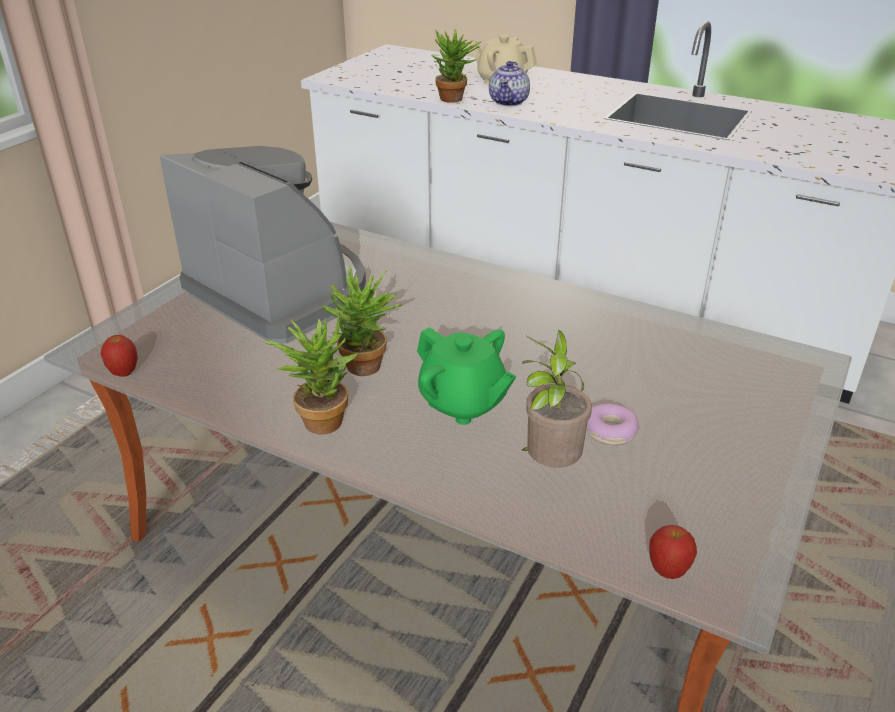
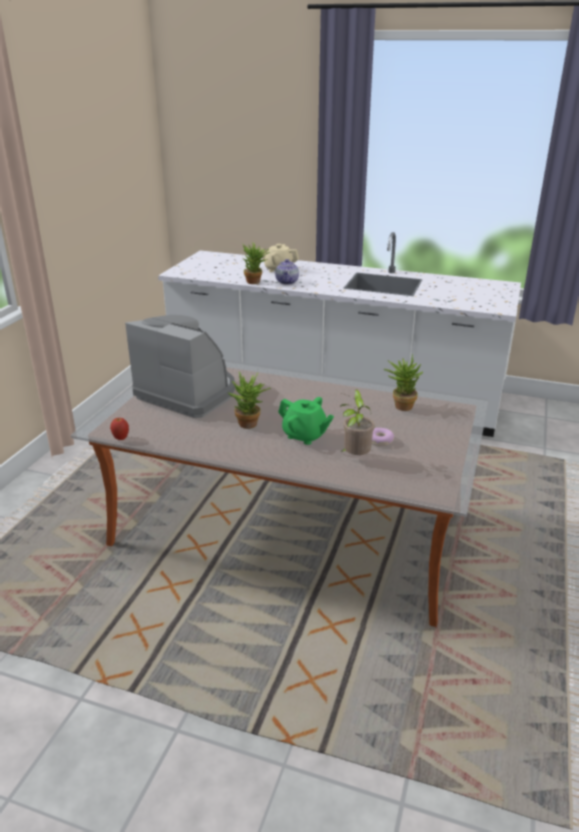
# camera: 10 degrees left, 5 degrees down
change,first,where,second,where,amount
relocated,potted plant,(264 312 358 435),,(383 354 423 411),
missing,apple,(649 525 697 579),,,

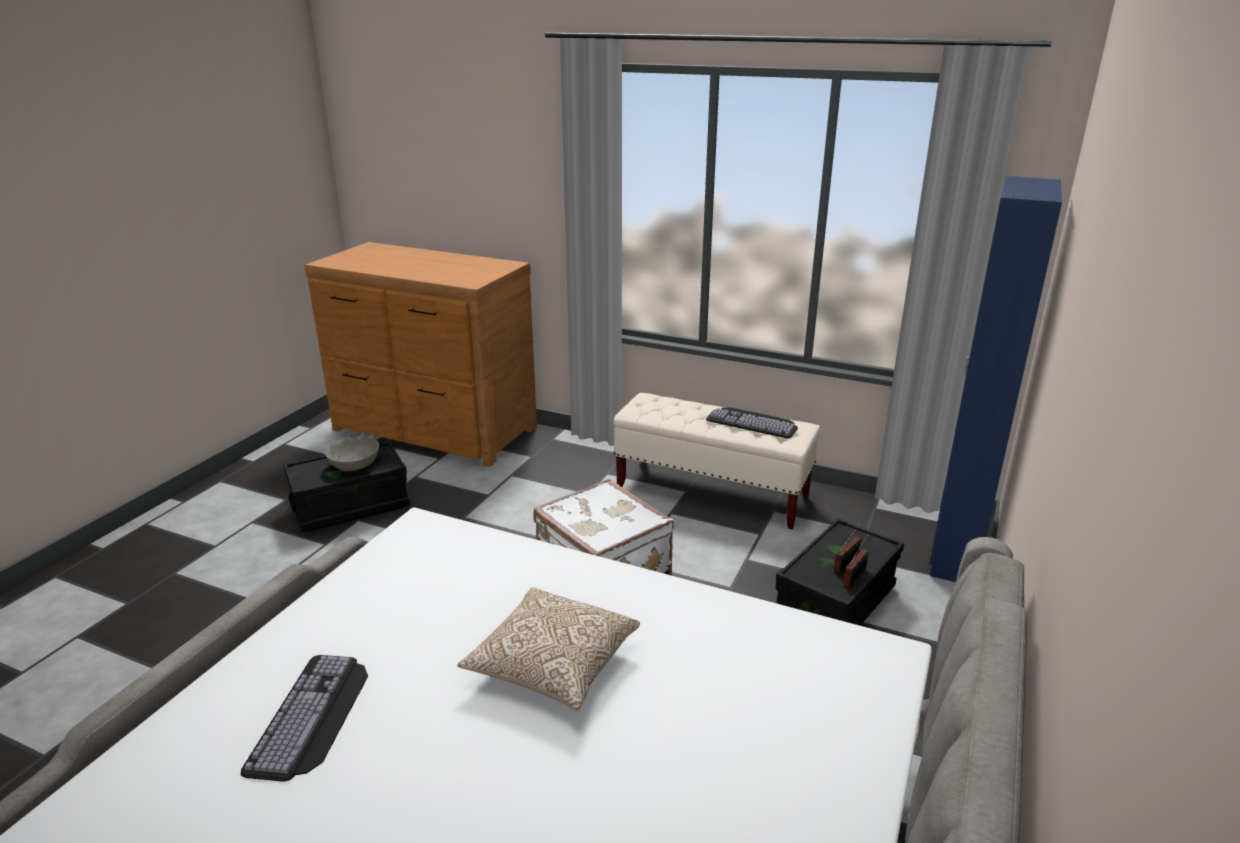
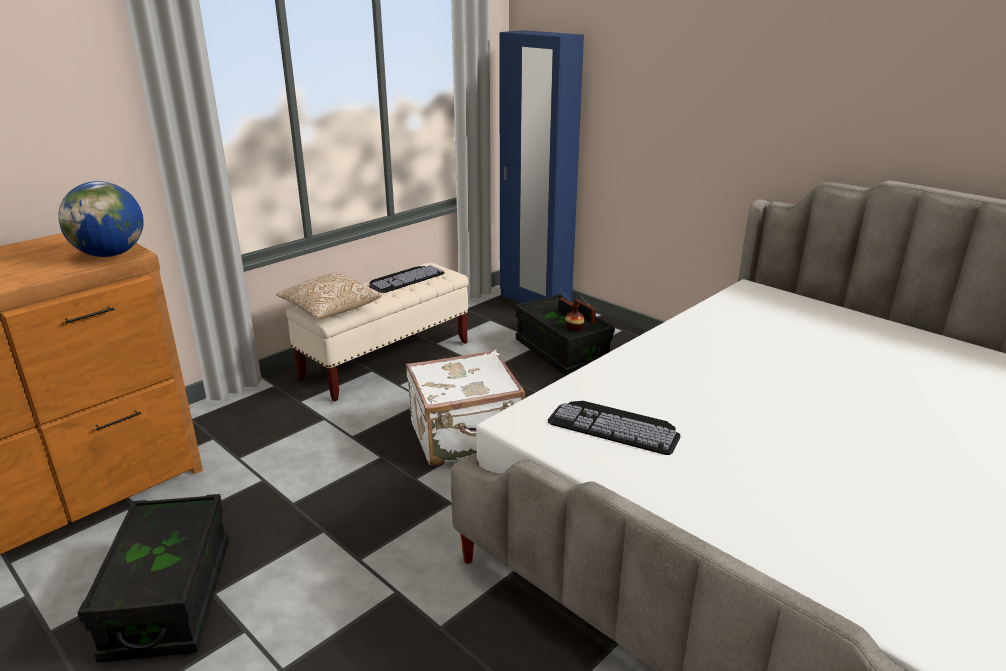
# camera: 70 degrees left, 0 degrees up
change,first,where,second,where,amount
relocated,keyboard,(241 655 368 782),,(548 401 681 455),
missing,bowl (grey),(325 436 379 471),,,
relocated,pillow,(457 587 640 711),,(276 273 382 319),
appeared,,,globe,(58 181 144 257),
appeared,,,vase,(565 302 585 331),

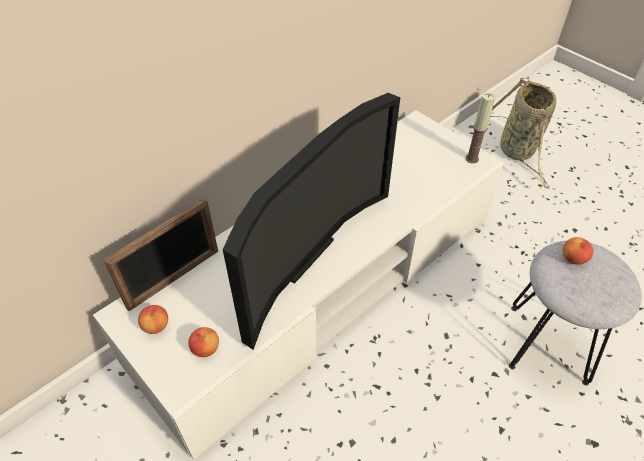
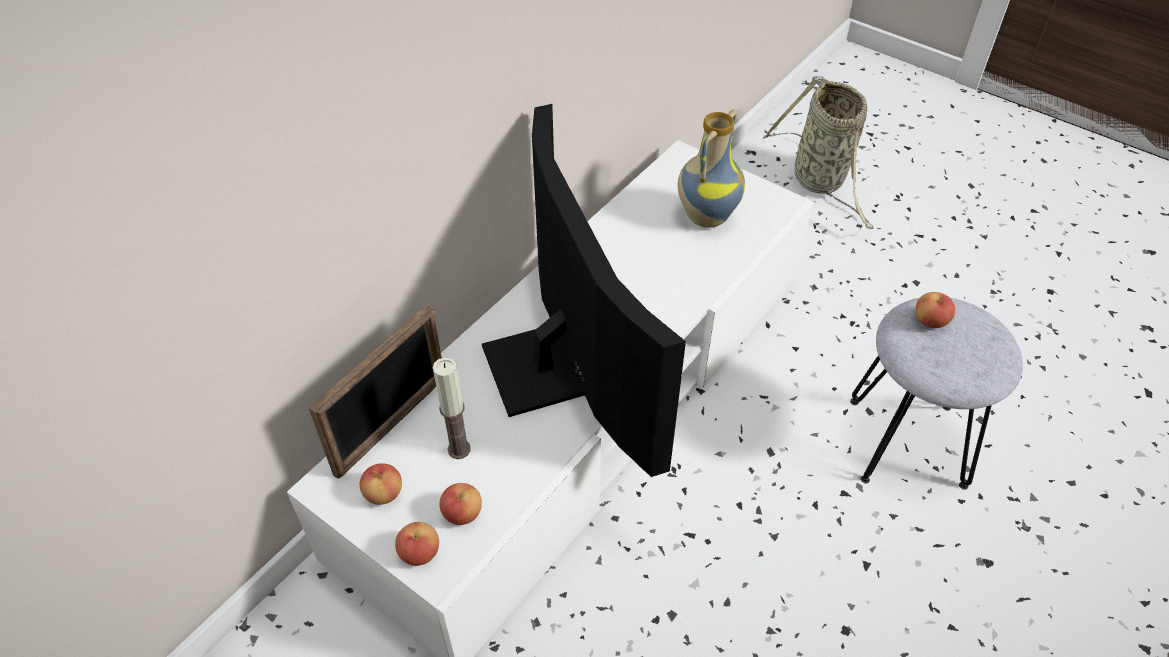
# camera: 10 degrees left, 0 degrees up
change,first,where,second,where,amount
spun,television,(223 93 400 350),,(482 104 686 477),45 degrees counterclockwise
relocated,candle,(465 93 495 163),,(433 358 471 459),
appeared,,,apple,(395 522 439 566),
appeared,,,vase,(678 110 745 228),

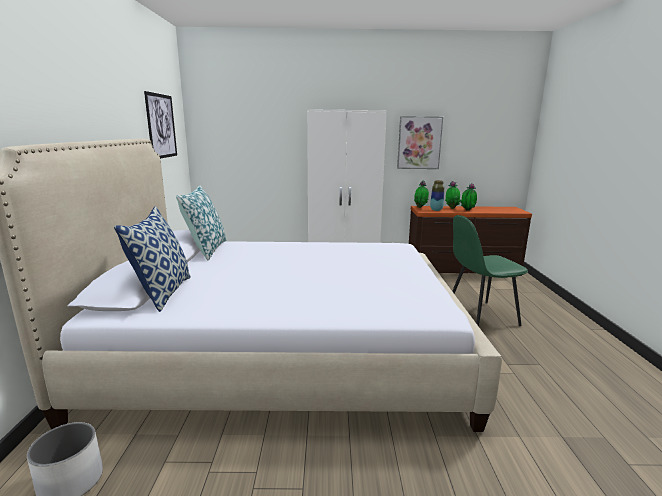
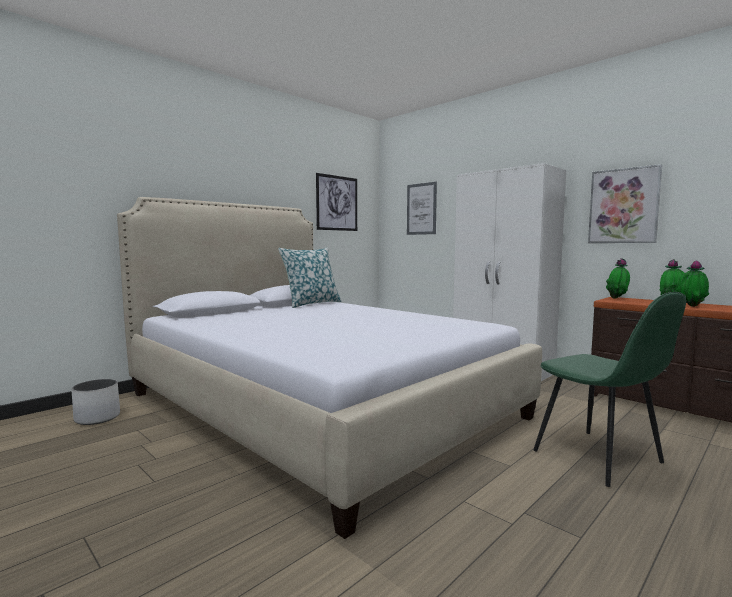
# camera: 45 degrees right, 10 degrees down
change,first,where,second,where,amount
missing,pillow,(114 206 191 312),,,
missing,vase,(430 180 444 211),,,
spun,chair (green),(452 215 528 326),,(533 292 686 487),150 degrees counterclockwise
appeared,,,picture,(407 182 437 235),

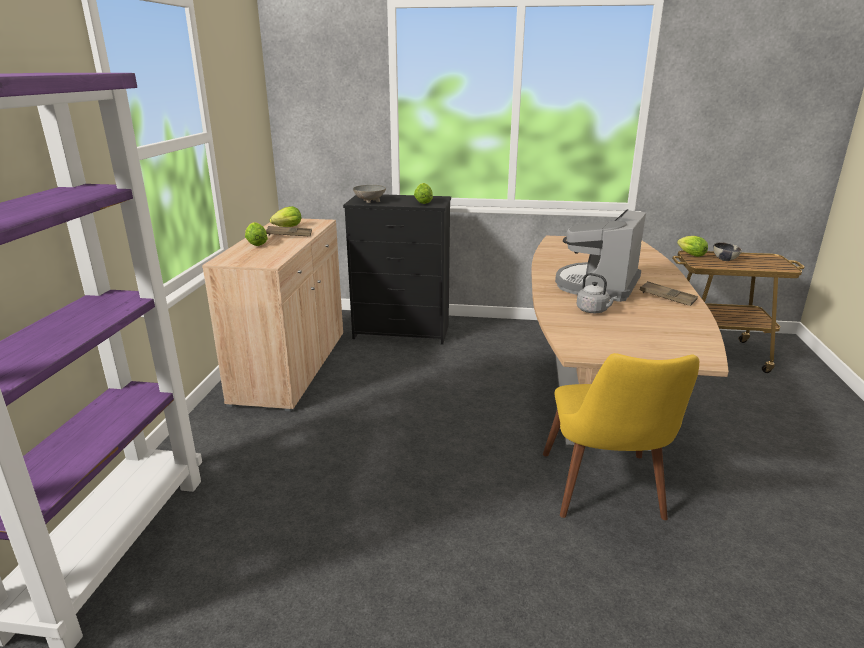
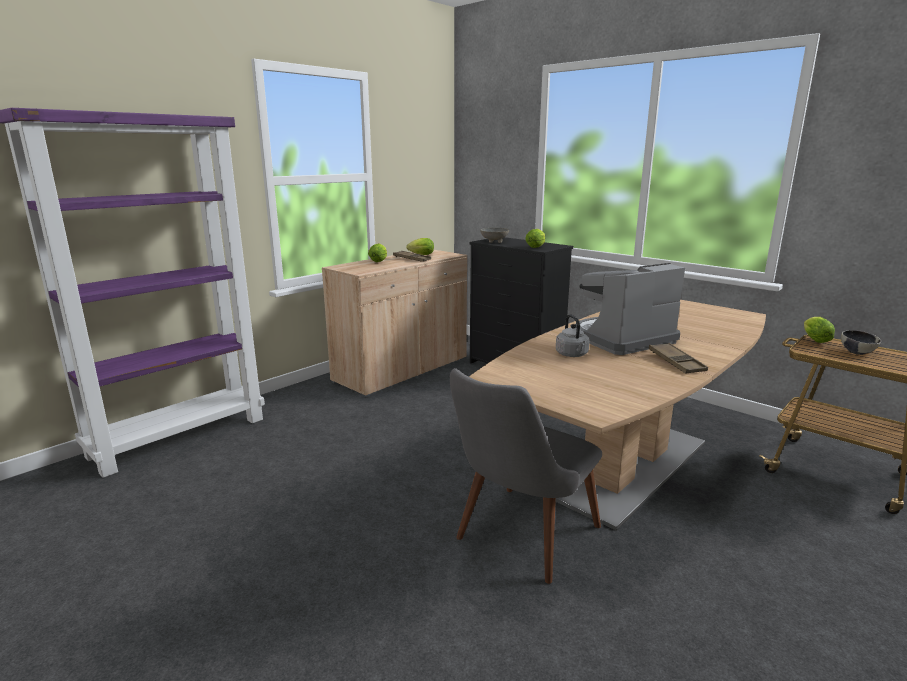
# camera: 35 degrees right, 5 degrees down
change,first,where,second,where,amount
colour,chair (yellow),(543 353 699 520),chair (grey),(450 368 602 584),

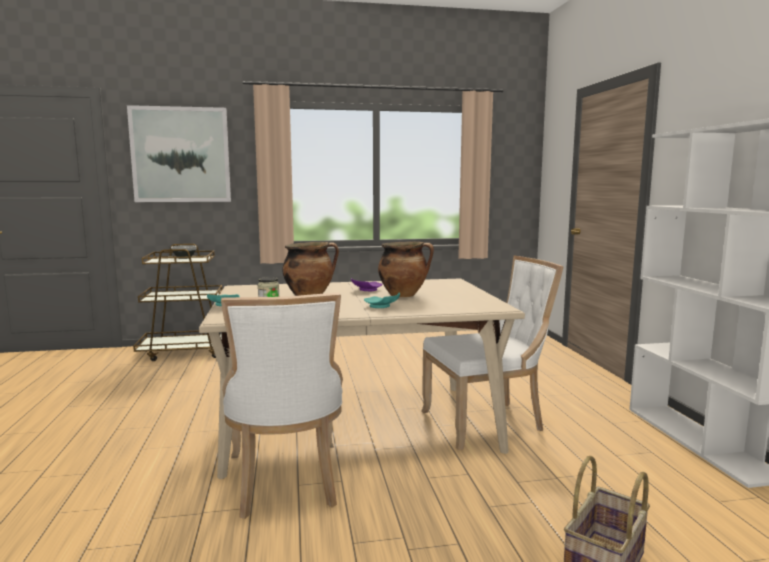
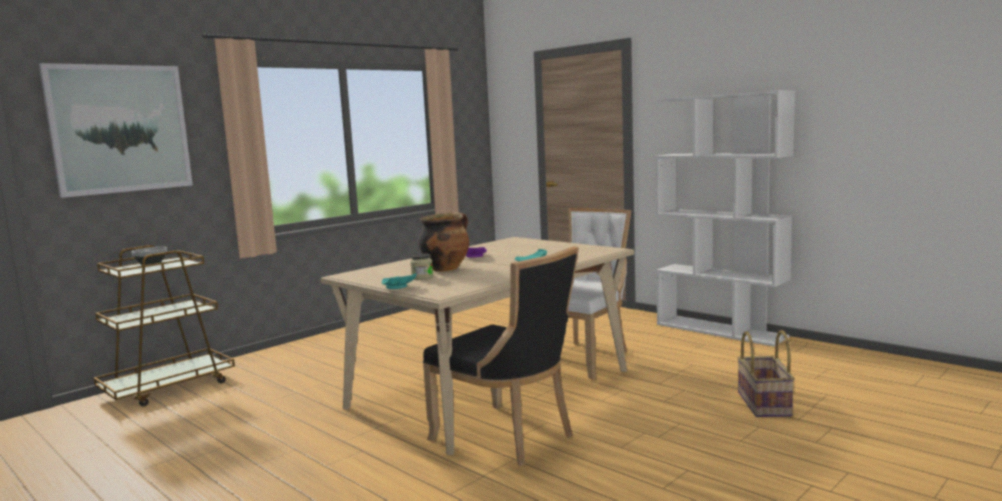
# camera: 35 degrees left, 0 degrees up
change,first,where,second,where,amount
colour,chair (white),(221 292 343 519),chair (black),(423 246 579 466),
missing,cooking pot,(378 241 434 297),,,

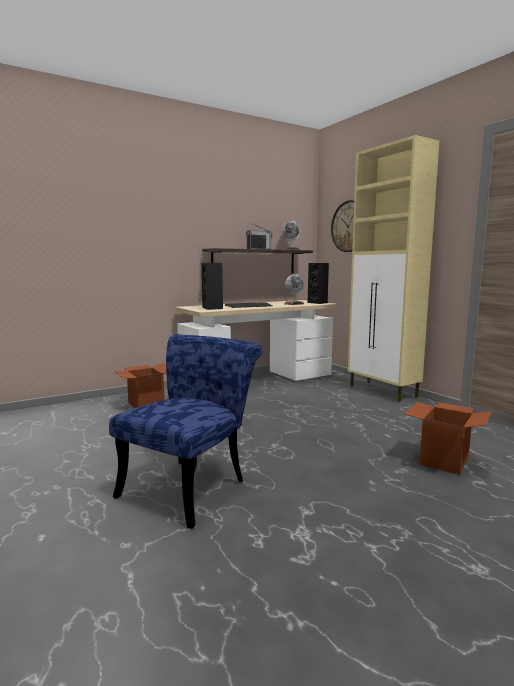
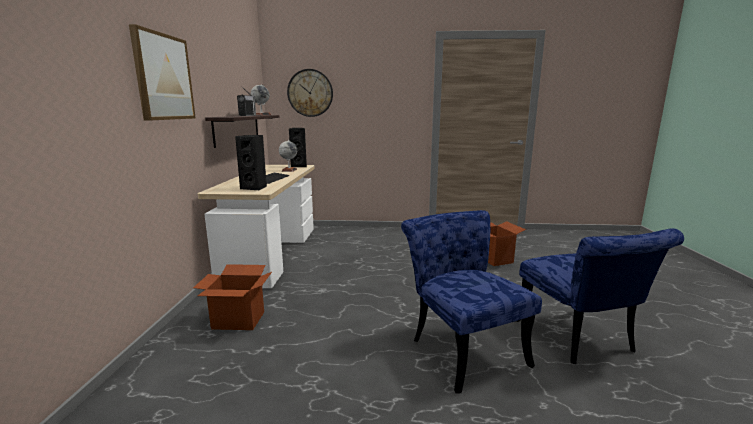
# camera: 55 degrees left, 5 degrees up
change,first,where,second,where,amount
missing,cabinet (beige),(348 135 439 402),,,
appeared,,,picture,(129 24 196 121),
appeared,,,chair (blue),(516 228 684 364),

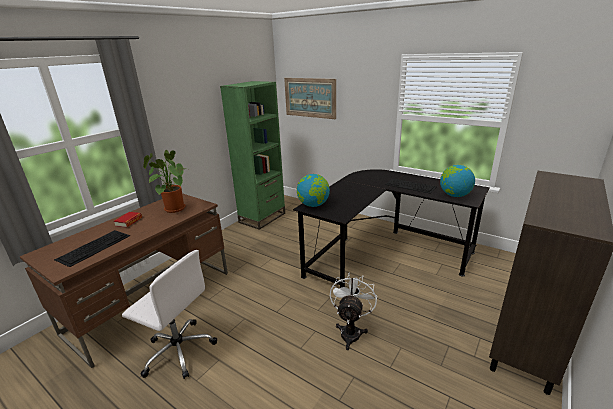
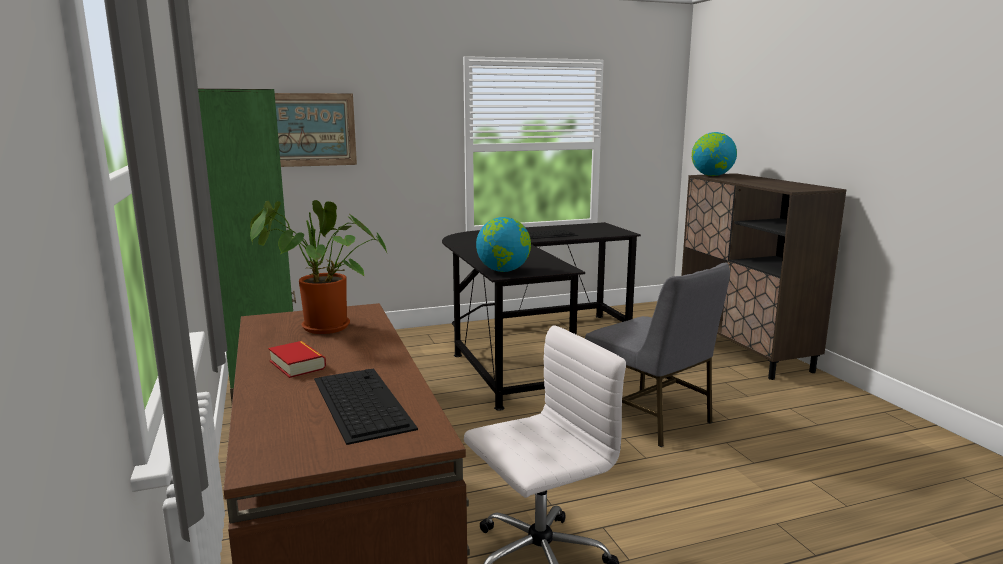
# camera: 55 degrees left, 10 degrees down
change,first,where,second,where,amount
exchanged,fan (white),(330 273 377 350),chair (grey),(585 263 730 447),
relocated,globe,(440 165 475 197),,(692 132 737 176),

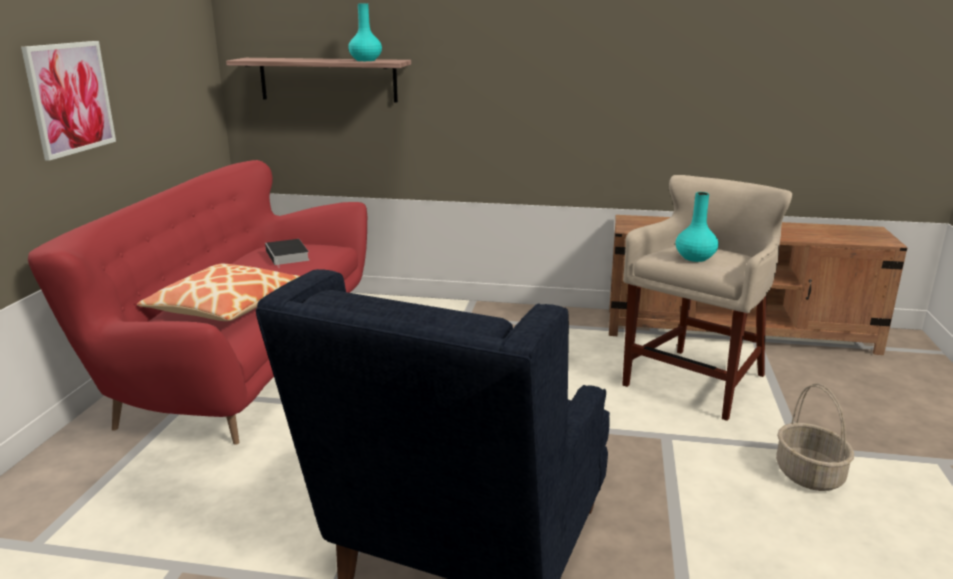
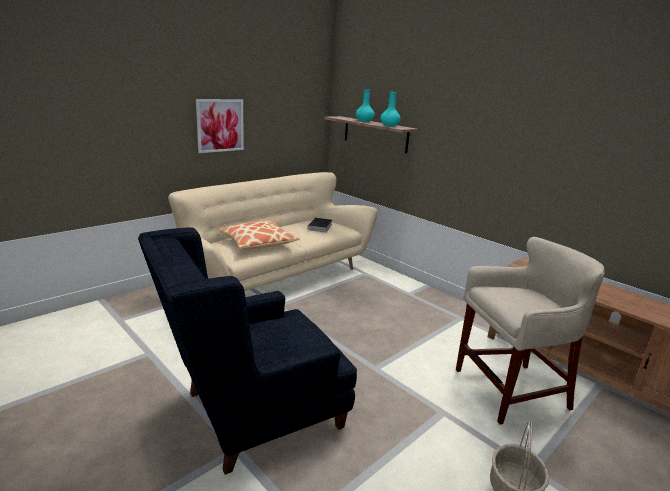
# camera: 35 degrees right, 0 degrees up
change,first,where,second,where,amount
colour,sofa (red),(28 160 367 445),sofa (beige),(168 172 377 291),
relocated,vase (turquoise),(675 192 718 262),,(356 89 375 122),

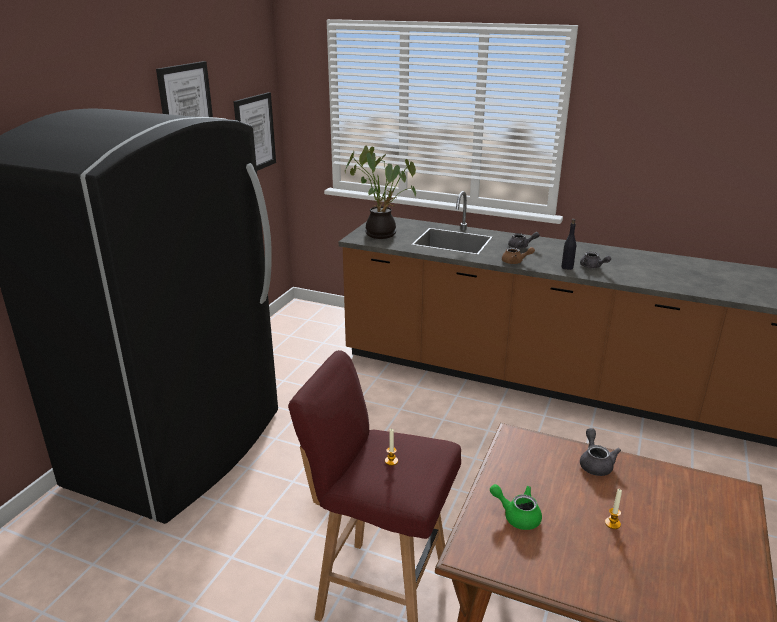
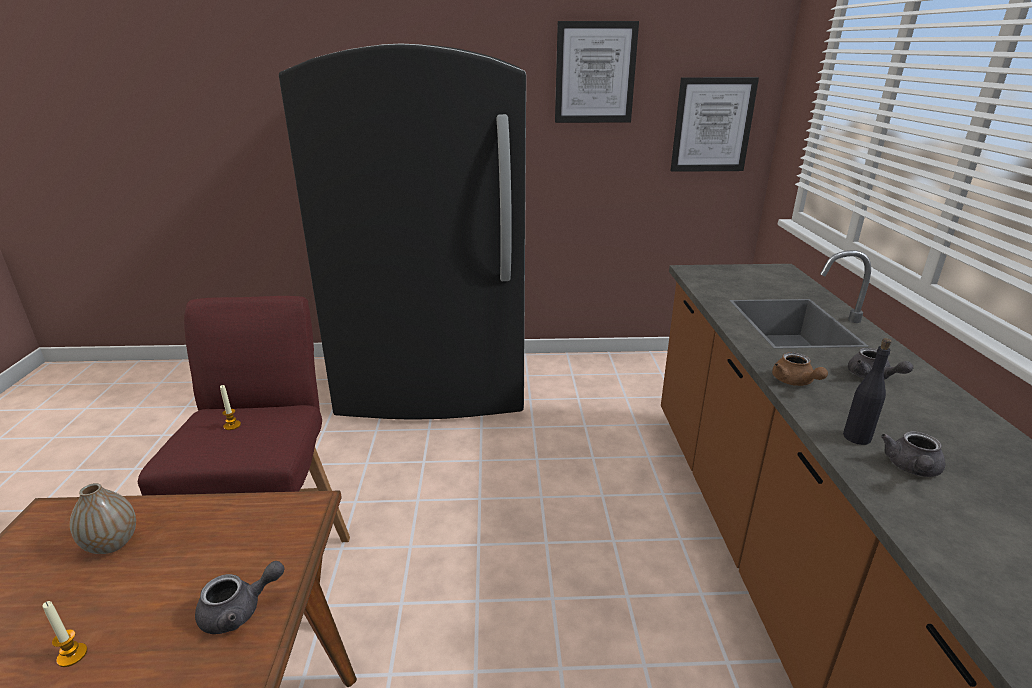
# camera: 65 degrees right, 0 degrees up
change,first,where,second,where,amount
missing,potted plant,(345 146 416 239),,,
exchanged,teapot (green),(490 484 542 530),vase,(70 483 136 554),

